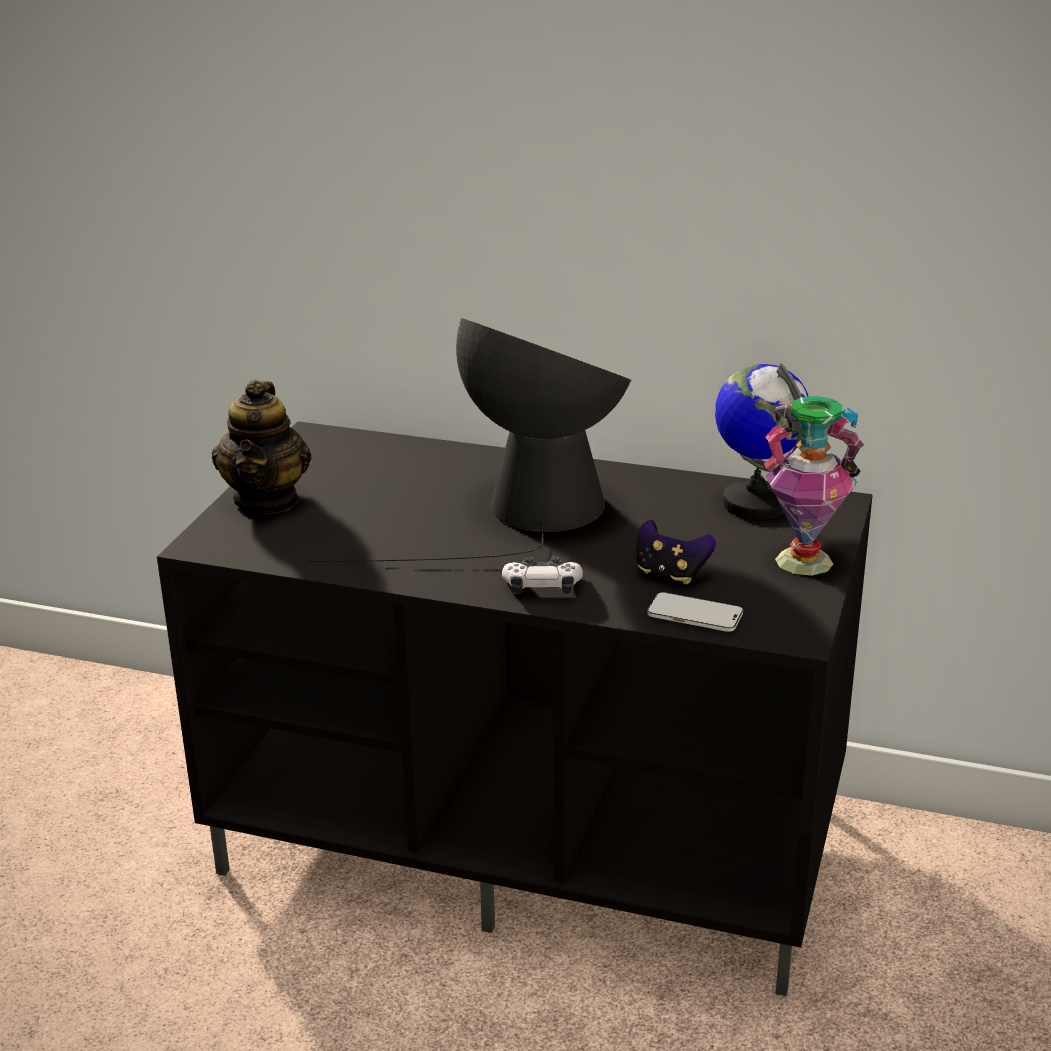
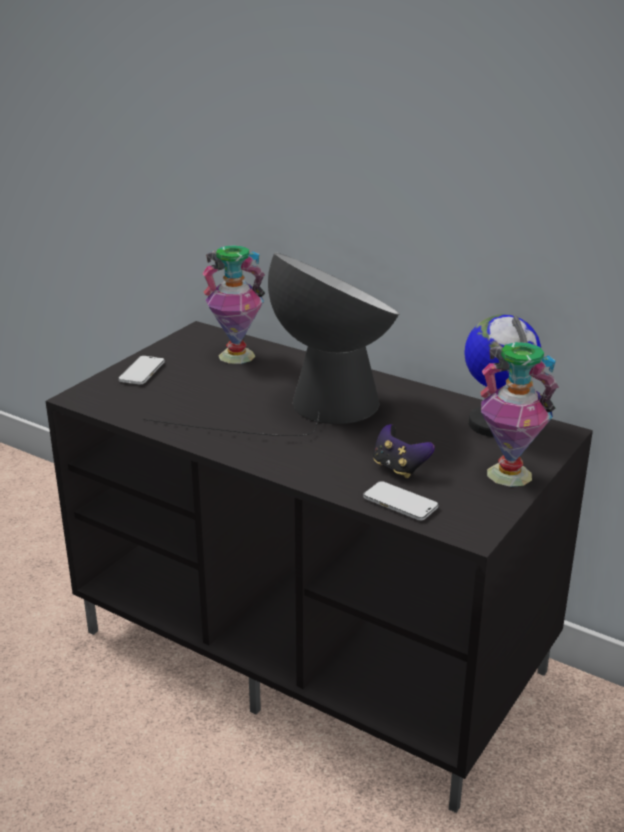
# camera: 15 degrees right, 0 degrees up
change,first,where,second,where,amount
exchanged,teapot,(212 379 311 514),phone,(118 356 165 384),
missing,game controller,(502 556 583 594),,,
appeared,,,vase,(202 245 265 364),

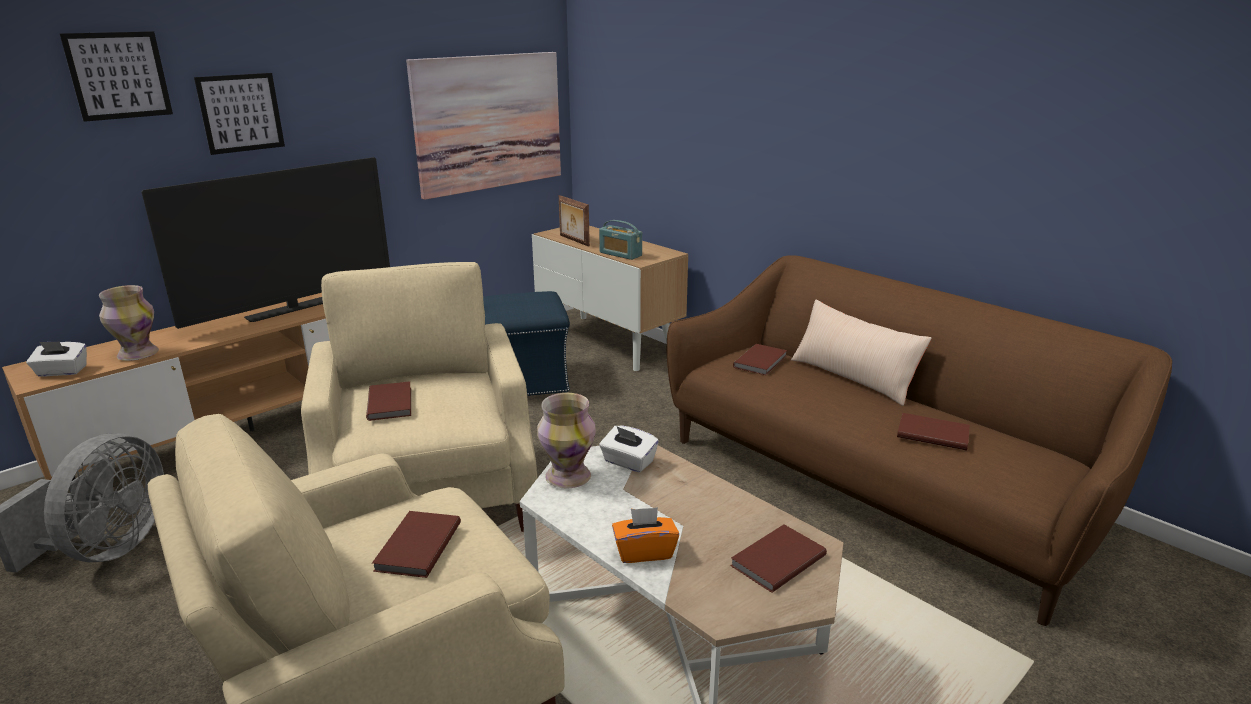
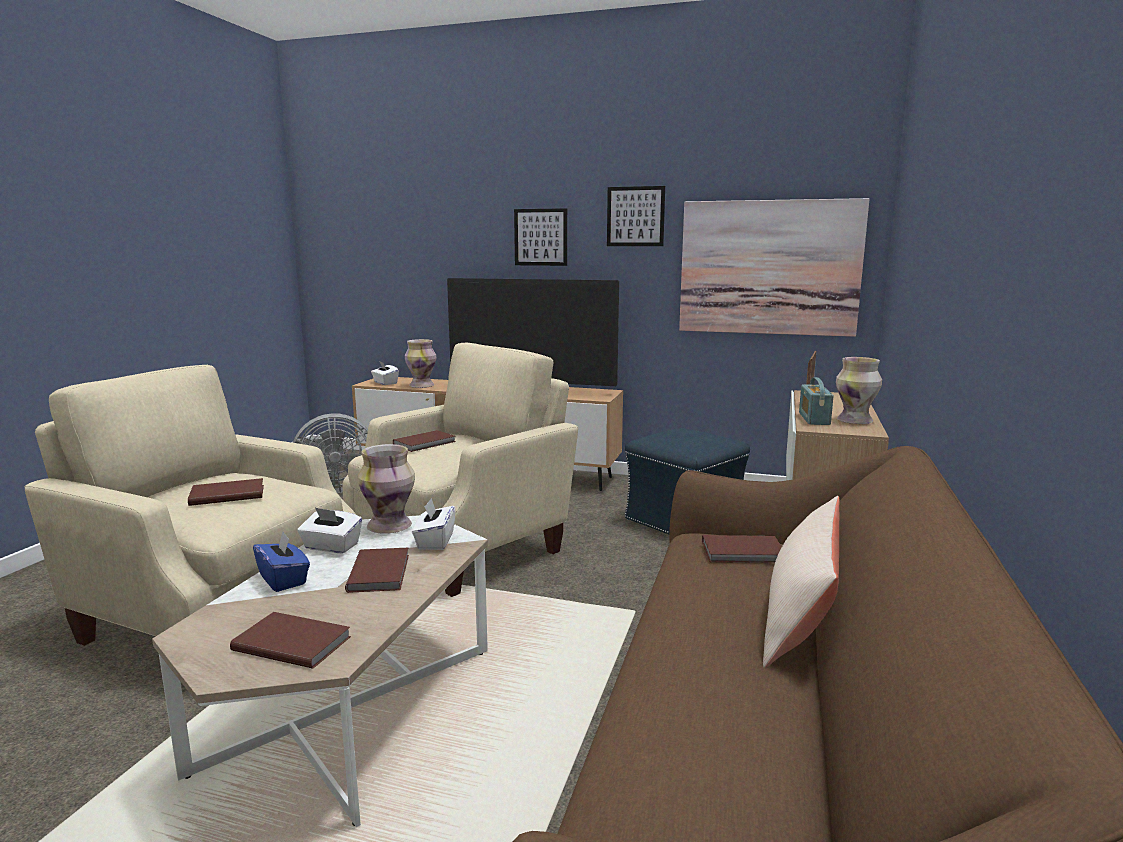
# camera: 60 degrees right, 10 degrees down
change,first,where,second,where,amount
relocated,picture,(60 31 173 122),,(607 186 665 246),
colour,tissue box (orange),(612 507 679 563),tissue box (blue),(253 532 310 592),
relocated,book (brown),(897 413 970 451),,(345 548 409 593),
appeared,,,tissue box (white),(298 507 362 554),
appeared,,,vase,(836 357 882 424),

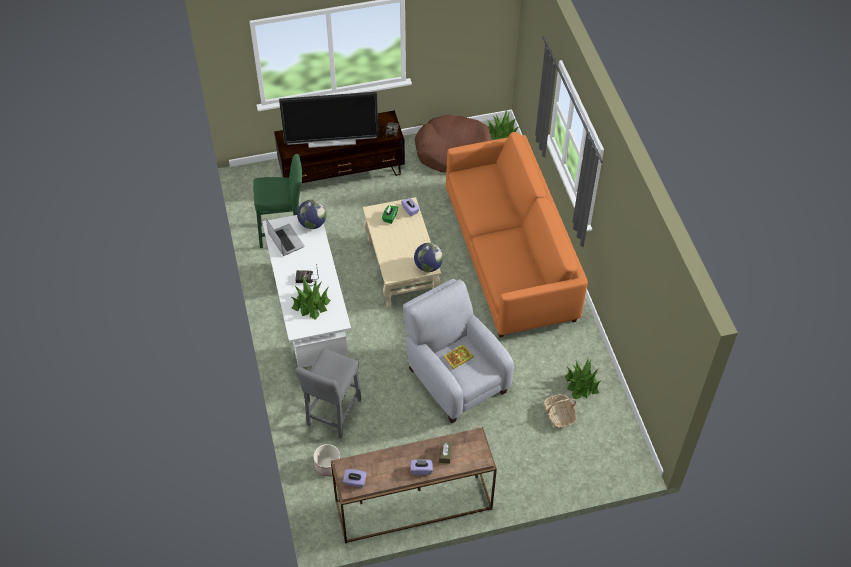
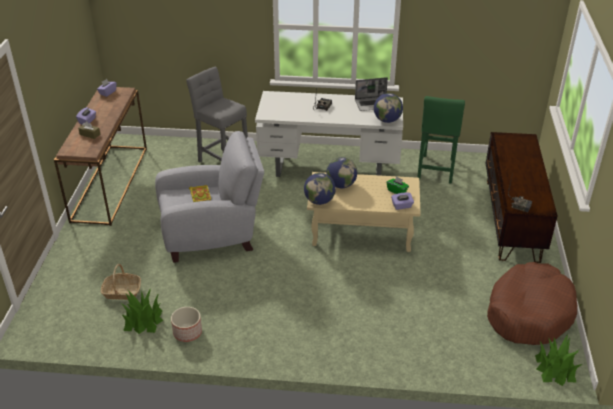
# camera: 110 degrees right, 15 degrees down
change,first,where,second,where,amount
missing,television,(279 92 379 148),,,
missing,potted plant,(291 277 331 320),,,
relocated,planter,(313 444 340 476),,(171 307 202 342),
missing,sofa (orange),(446 132 588 338),,,
appeared,,,globe,(326 157 357 188),

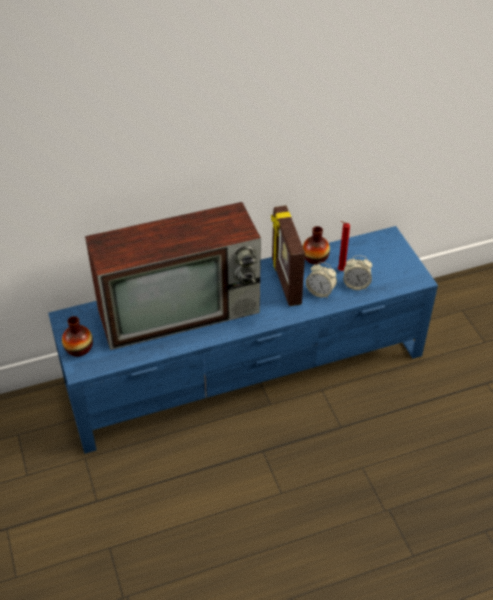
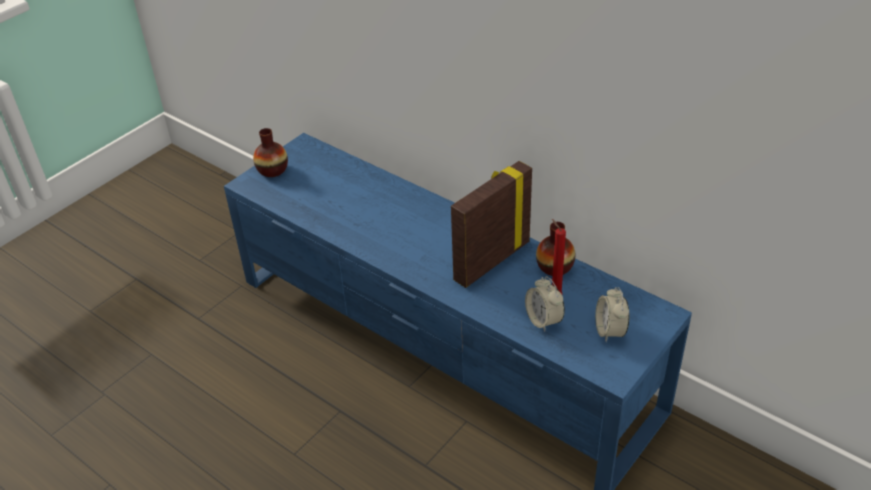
# camera: 60 degrees right, 5 degrees down
change,first,where,second,where,amount
missing,television,(85 202 261 350),,,
relocated,alarm clock,(306 262 337 298),,(595 287 630 342),

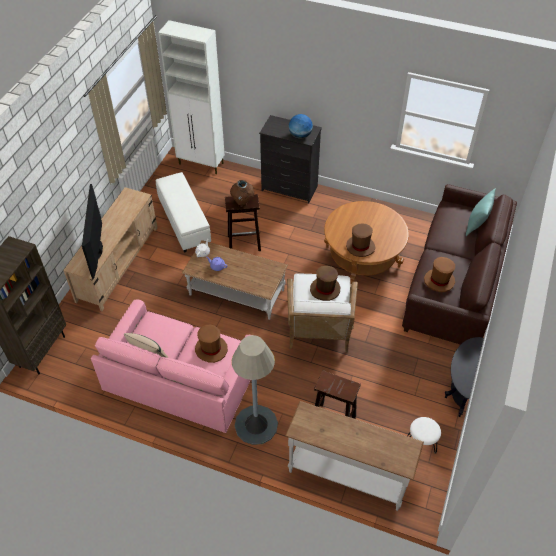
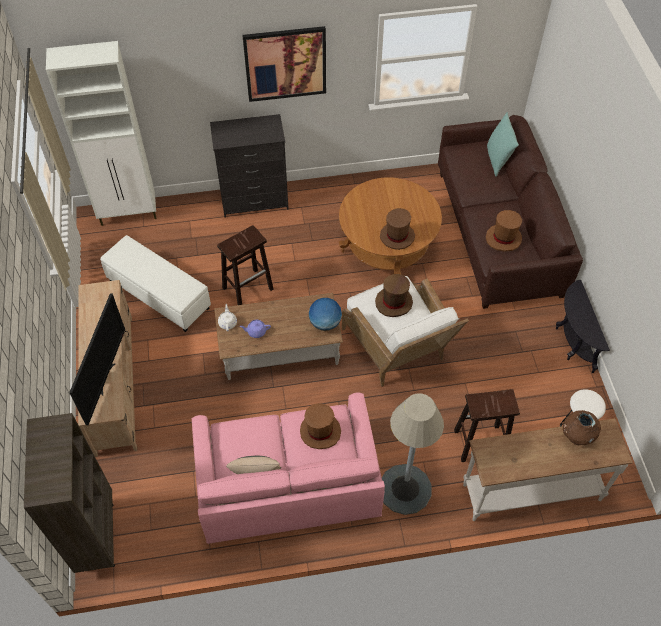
# camera: 30 degrees left, 5 degrees up
change,first,where,second,where,amount
spun,television,(82 184 103 279),,(69 293 125 425),135 degrees counterclockwise
relocated,vase (brown),(230 180 254 206),,(563 410 601 445),
relocated,globe,(289 114 313 139),,(309 298 342 331),
appeared,,,picture,(242 26 326 102),

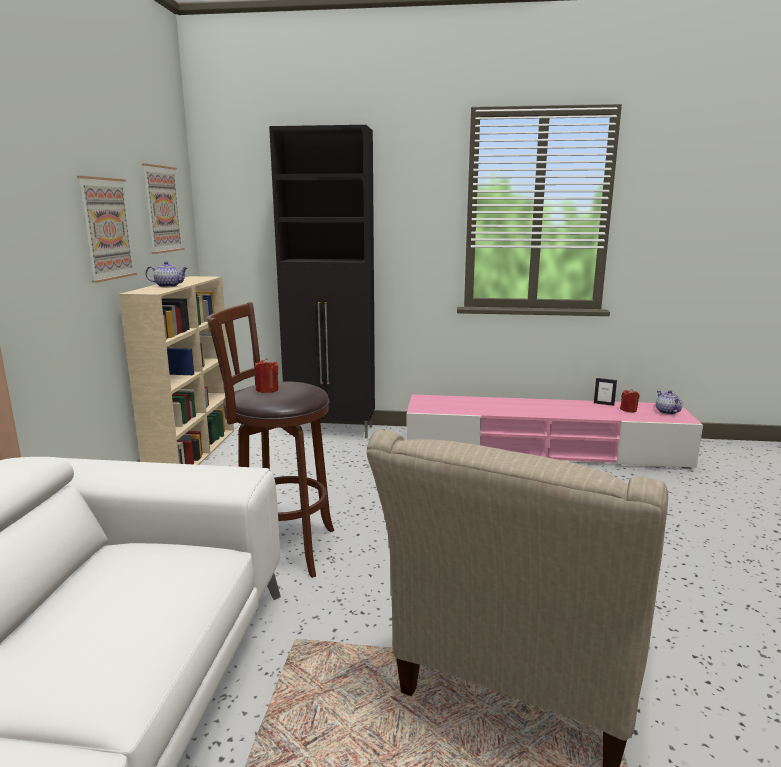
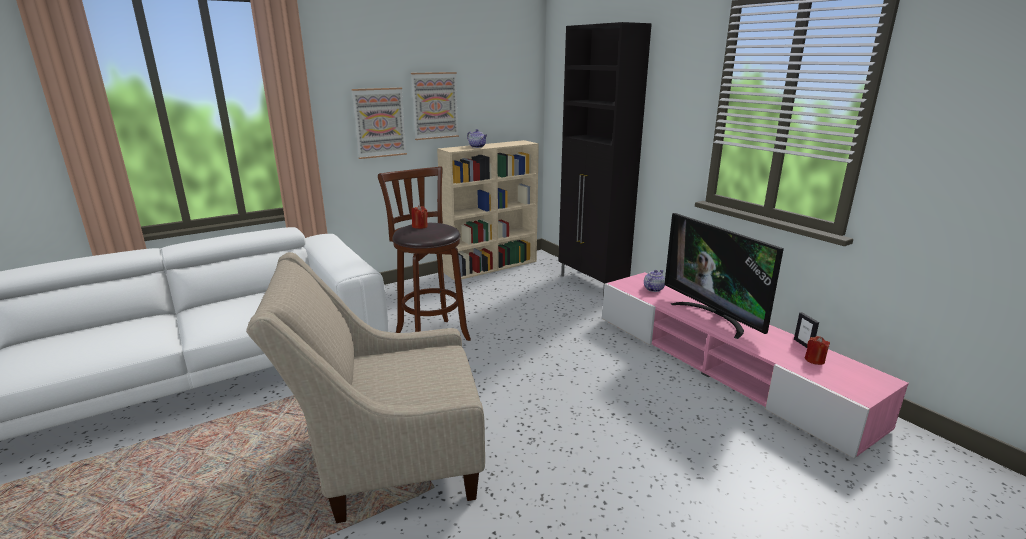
# camera: 50 degrees right, 5 degrees up
change,first,where,second,where,amount
relocated,picture,(142 164 185 254),,(352 88 407 159),
relocated,teapot,(656 390 682 415),,(644 270 665 292),
appeared,,,television,(664 213 784 339),

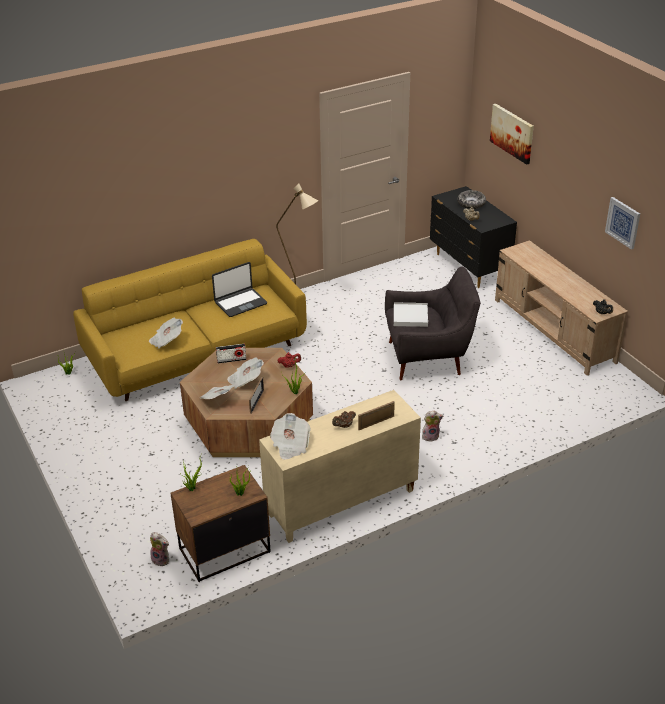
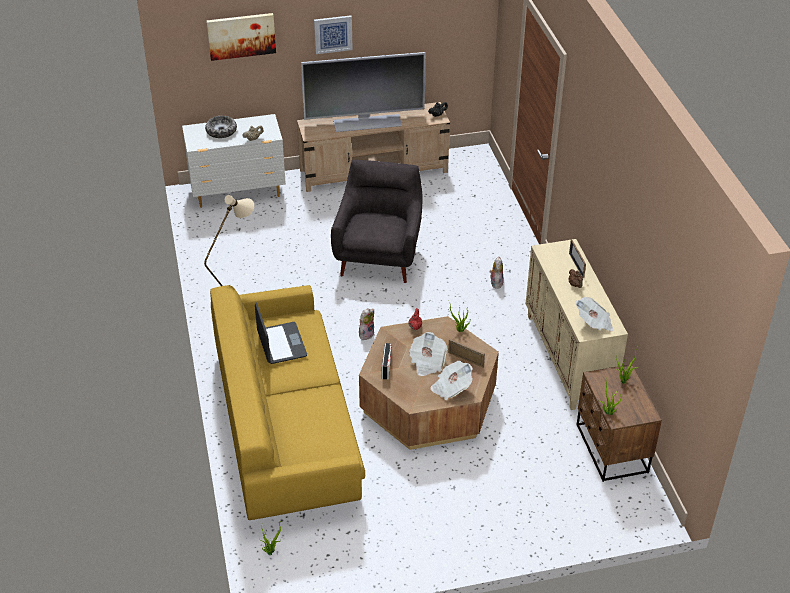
# camera: 75 degrees left, 5 degrees up
change,first,where,second,where,amount
missing,newspaper,(149 318 183 349),,,
relocated,plush toy,(150 532 169 567),,(359 308 374 340),
missing,tray (white),(394 302 428 327),,,
colour,dresser (black),(430 186 517 288),dresser (white),(182 114 286 208),
relocated,picture,(605 197 640 250),,(314 15 353 54),
appeared,,,television,(301 52 426 132),

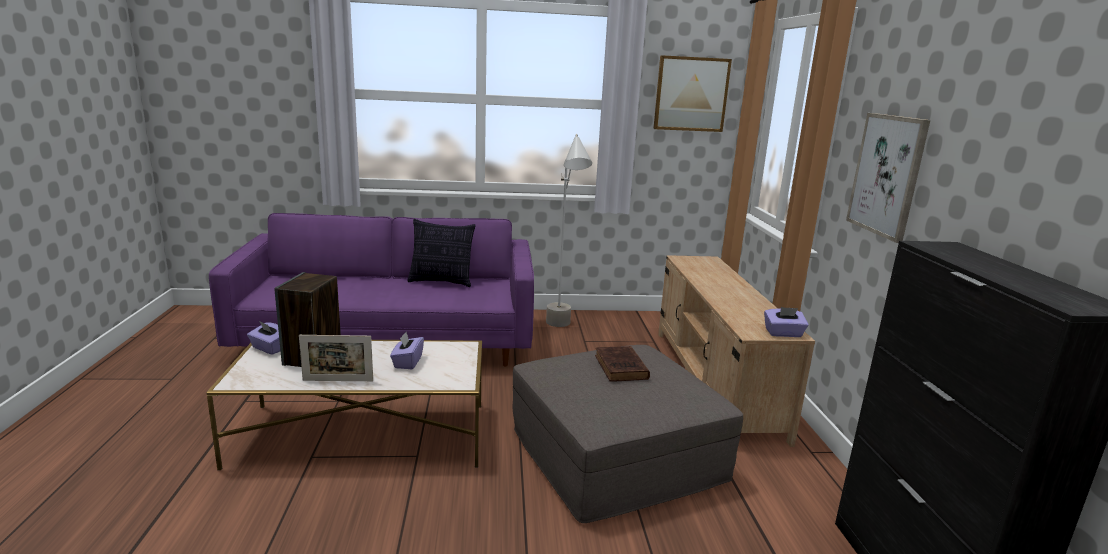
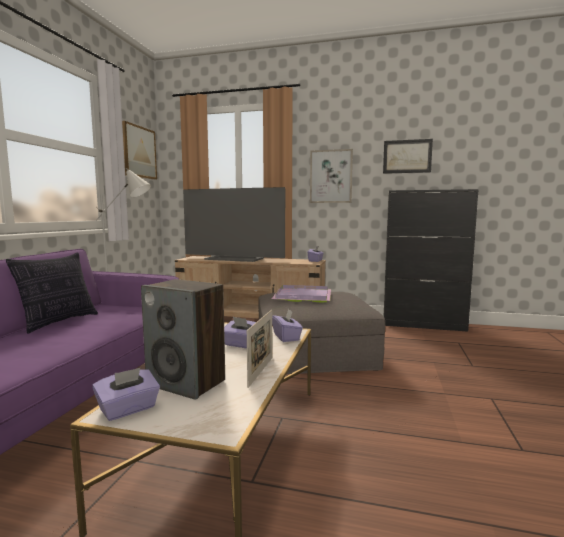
# camera: 70 degrees left, 10 degrees down
change,first,where,second,where,amount
exchanged,book (brown),(595 346 650 382),tray (purple),(272 285 331 303),
appeared,,,television,(183 187 285 262),
appeared,,,tissue box (purple),(272 309 303 342),
appeared,,,picture,(383 139 433 174),

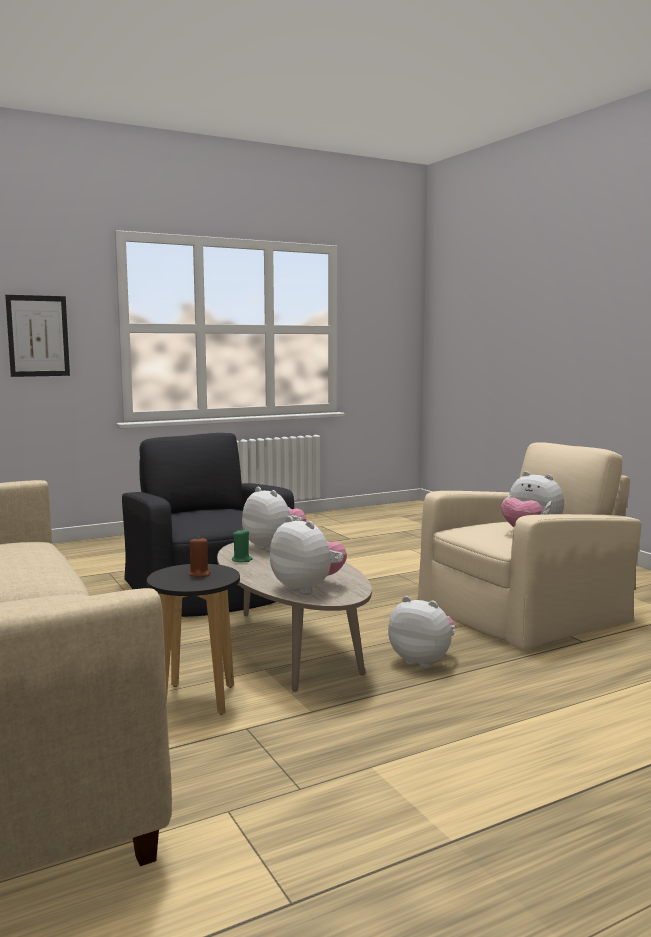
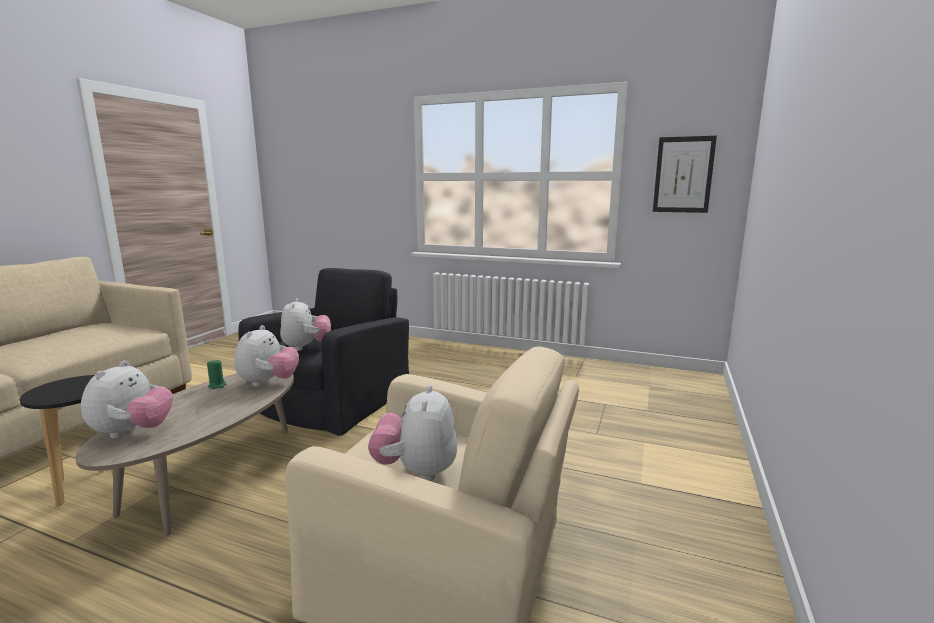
# camera: 50 degrees right, 5 degrees up
change,first,where,second,where,amount
relocated,picture,(5 295 70 377),,(653 136 717 213),
missing,candle (brown),(189 536 211 577),,,
relocated,plush toy,(388 596 455 668),,(280 298 331 351),

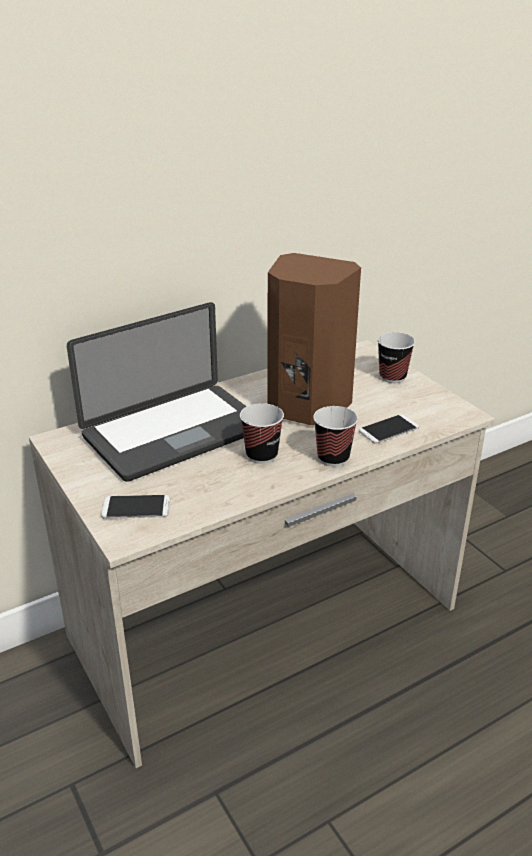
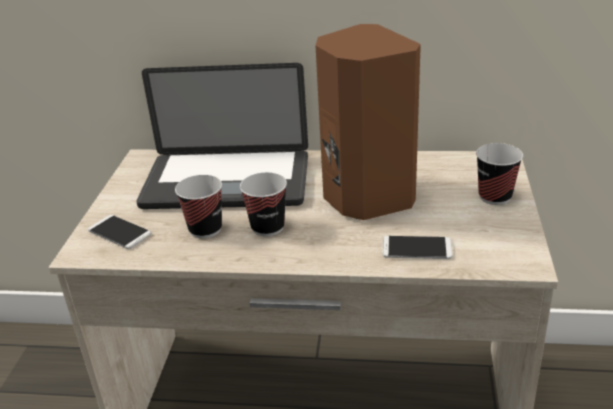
# camera: 40 degrees right, 0 degrees up
change,first,where,second,where,amount
relocated,cup,(313 406 358 467),,(175 175 222 239),

